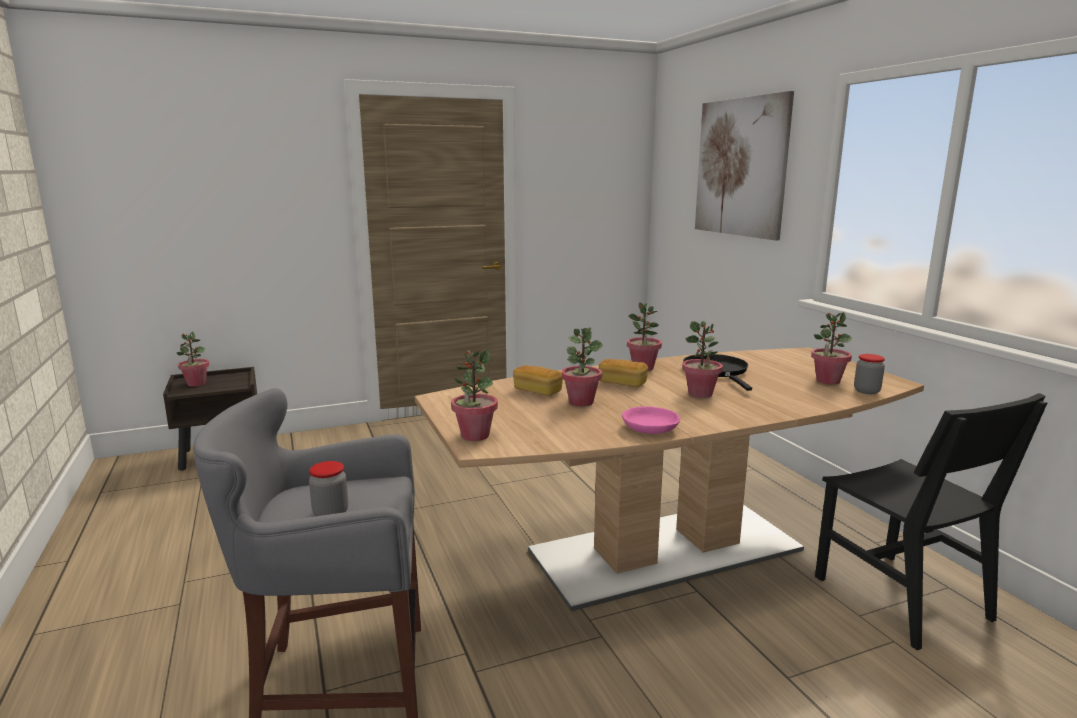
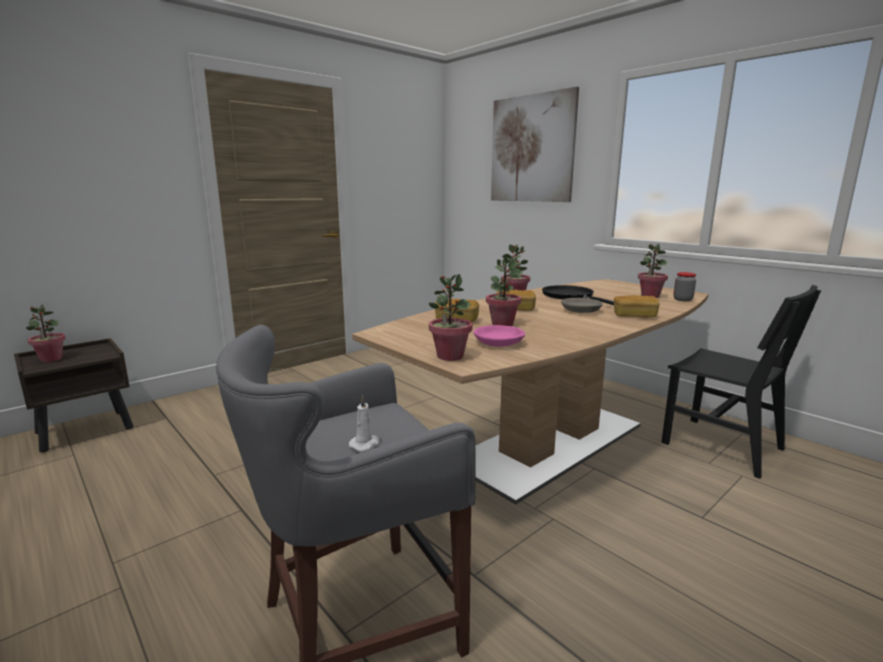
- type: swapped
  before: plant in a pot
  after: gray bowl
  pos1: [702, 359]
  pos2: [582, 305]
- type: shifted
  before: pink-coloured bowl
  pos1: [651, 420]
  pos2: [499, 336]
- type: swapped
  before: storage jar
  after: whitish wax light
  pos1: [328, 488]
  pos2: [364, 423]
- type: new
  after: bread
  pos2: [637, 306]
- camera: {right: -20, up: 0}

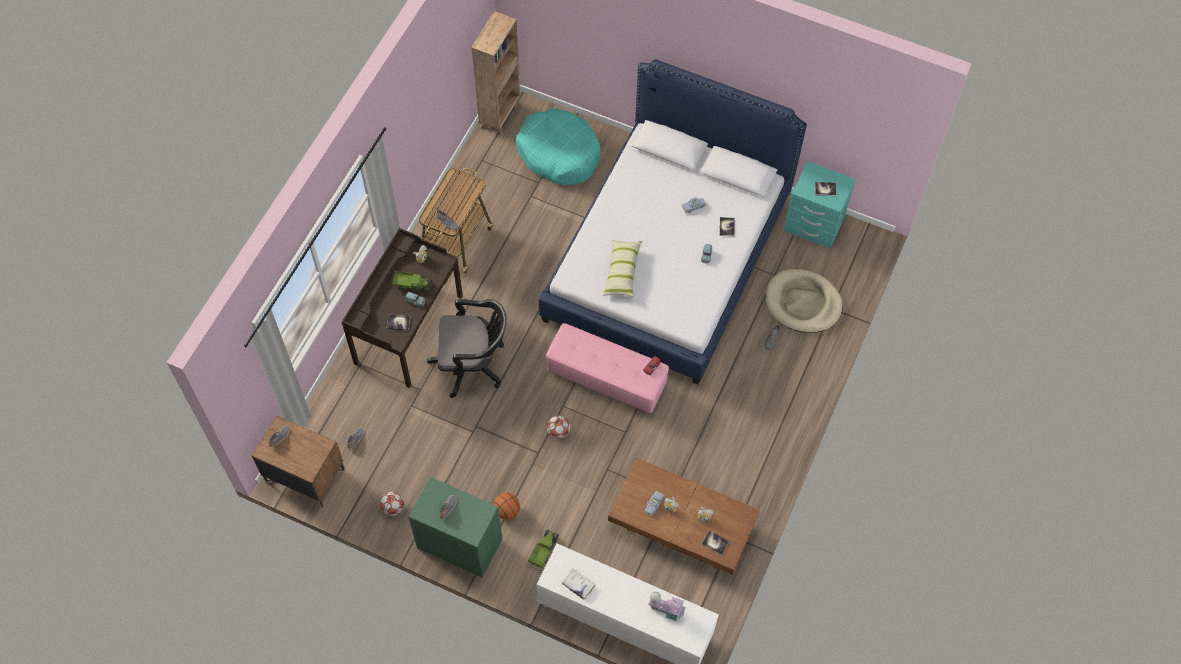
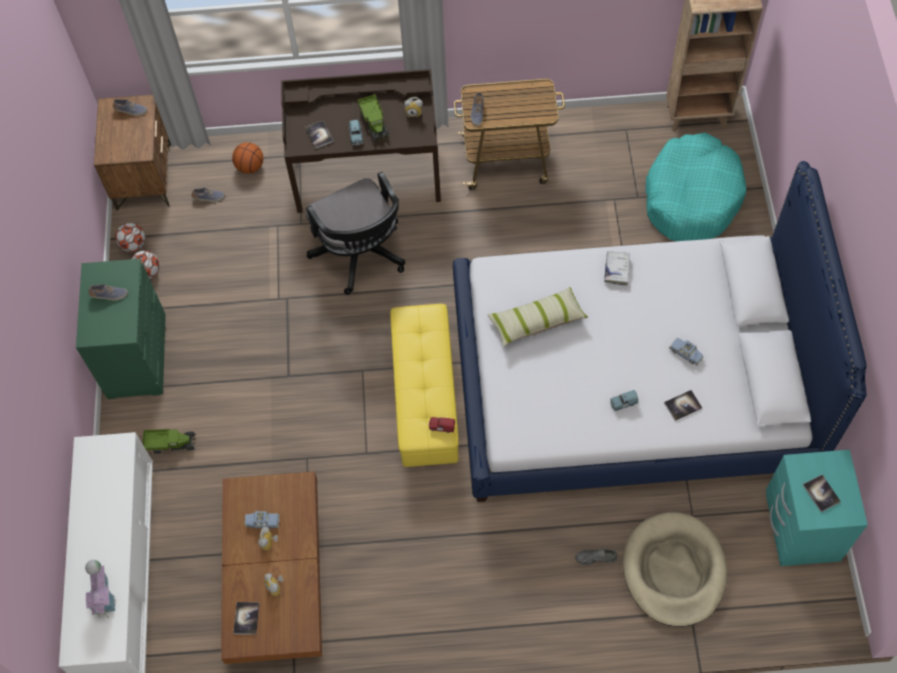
- type: repainted
  before: pink-coloured ottoman
  after: yellowish ottoman
  pos1: [607, 368]
  pos2: [424, 385]
- type: shifted
  before: ball for football
  pos1: [558, 427]
  pos2: [130, 237]
- type: shifted
  before: ball for basketball
  pos1: [506, 506]
  pos2: [247, 158]
- type: shifted
  before: whitish volume
  pos1: [578, 584]
  pos2: [617, 268]
- camera: {right: 65, up: 0}

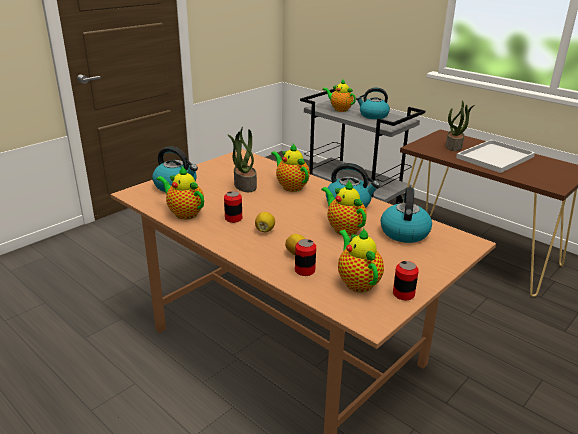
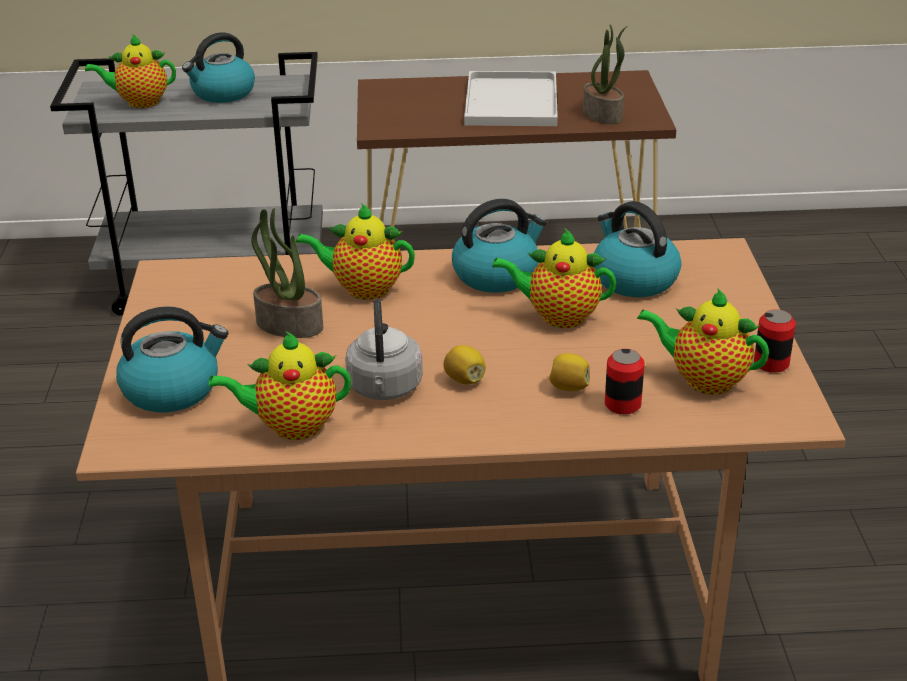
- type: shifted
  before: plant in a pot
  pos1: [460, 125]
  pos2: [605, 74]
- type: swapped
  before: can
  after: gray tea kettle
  pos1: [233, 207]
  pos2: [384, 349]
- camera: {right: -45, up: 5}

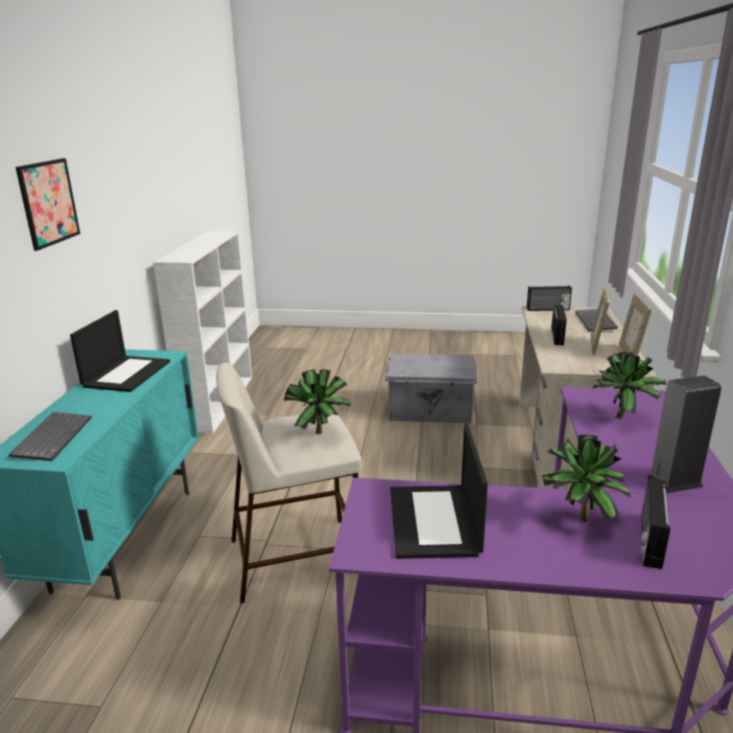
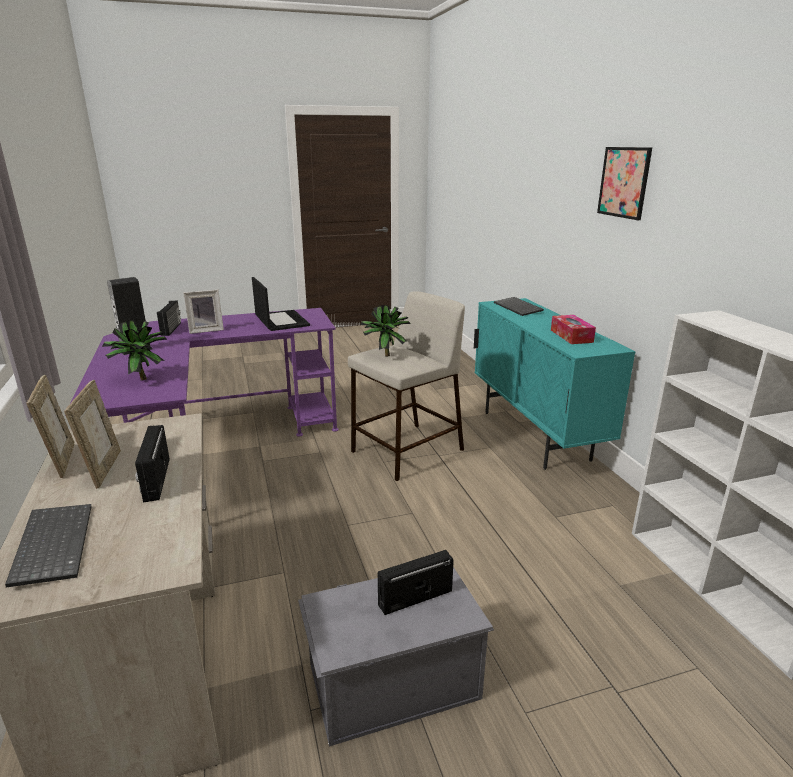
- type: shifted
  before: radio receiver
  pos1: [549, 298]
  pos2: [416, 582]
- type: swapped
  before: notebook computer
  after: tissue box
  pos1: [120, 351]
  pos2: [573, 329]
- type: swapped
  before: plant in a pot
  after: photo frame
  pos1: [586, 478]
  pos2: [203, 312]
- camera: {right: 155, up: 0}

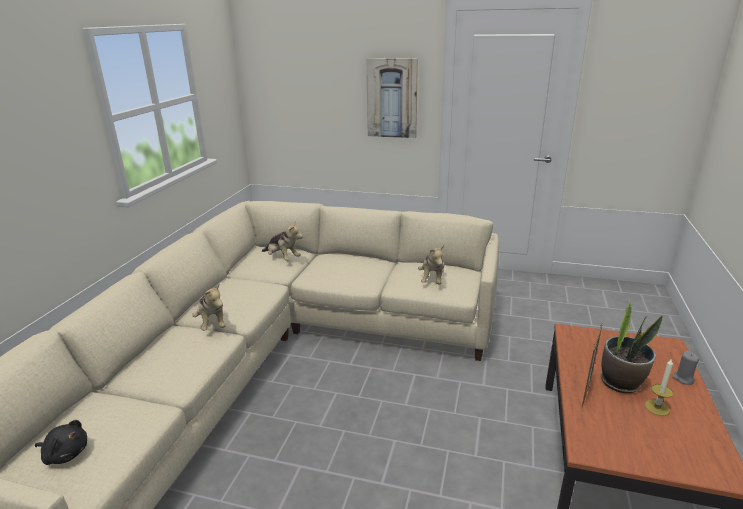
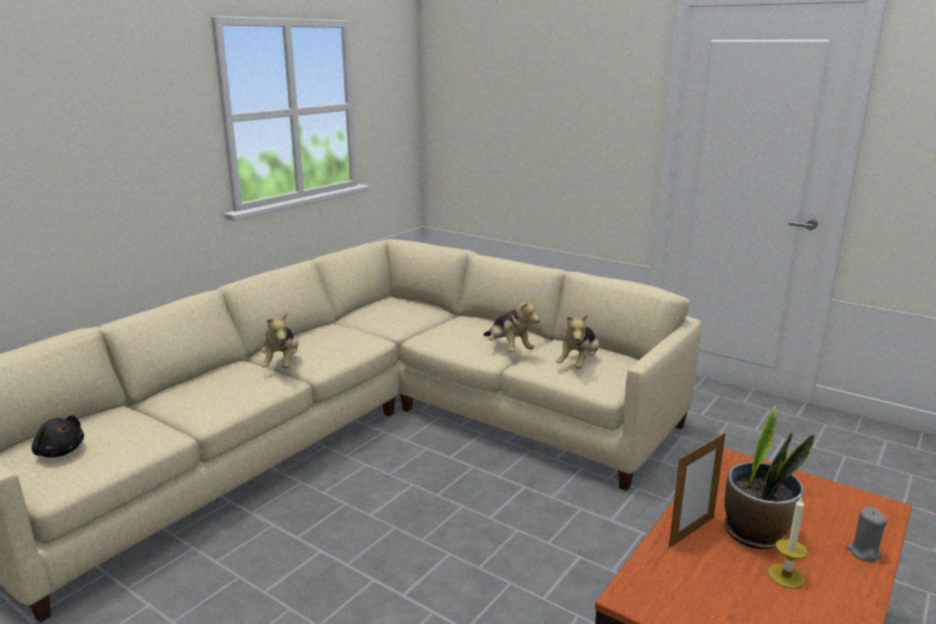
- type: gone
  before: wall art
  pos1: [392, 98]
- type: shifted
  before: plush toy
  pos1: [282, 241]
  pos2: [511, 324]
- camera: {right: 20, up: -5}

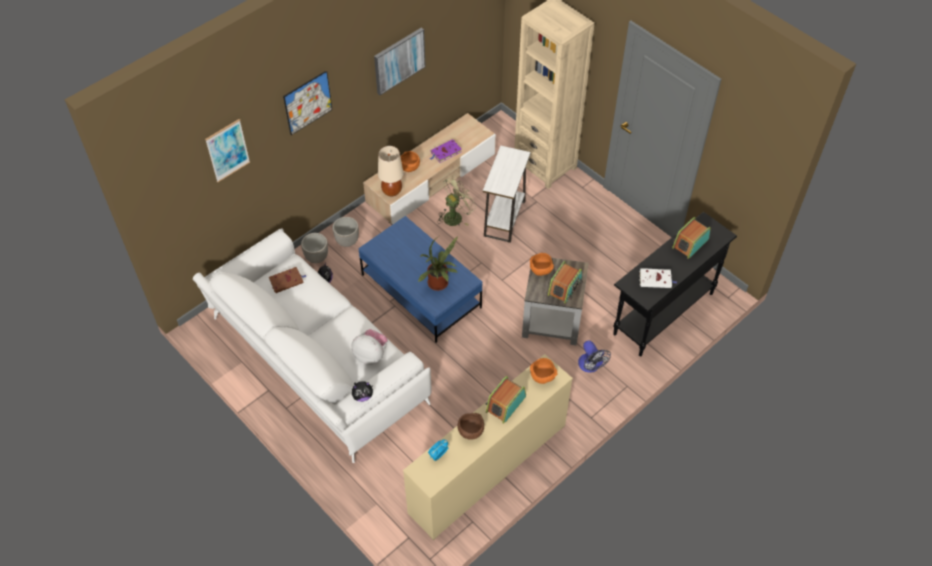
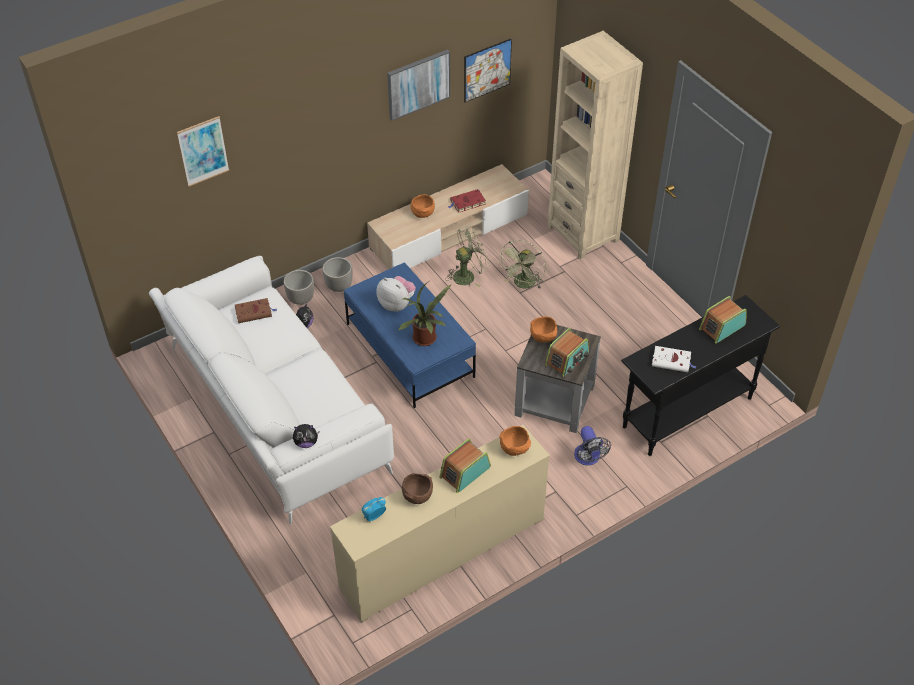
- type: shifted
  before: wall art
  pos1: [307, 103]
  pos2: [488, 70]
- type: repainted
  before: purplish volume
  after: red volume
  pos1: [446, 151]
  pos2: [467, 201]
- type: swapped
  before: whitish end table
  after: greenish fan
  pos1: [507, 194]
  pos2: [522, 264]
- type: gone
  before: sand-coloured tabletop lamp
  pos1: [390, 171]
- type: shifted
  before: plush toy
  pos1: [370, 347]
  pos2: [396, 294]
- camera: {right: 10, up: -5}

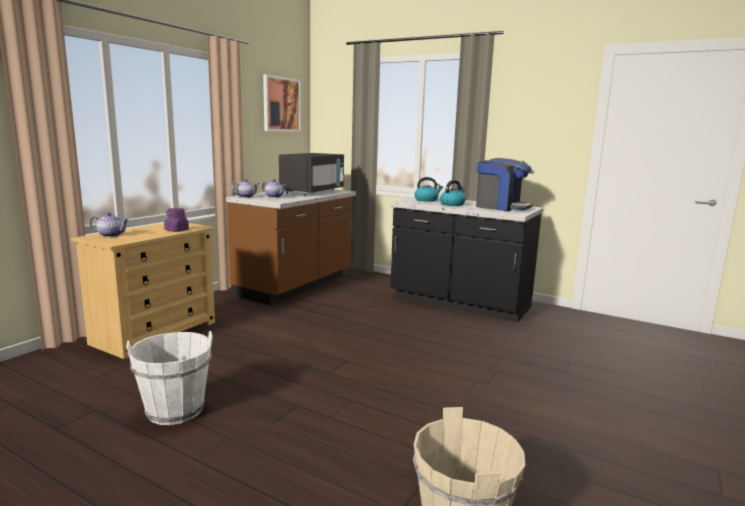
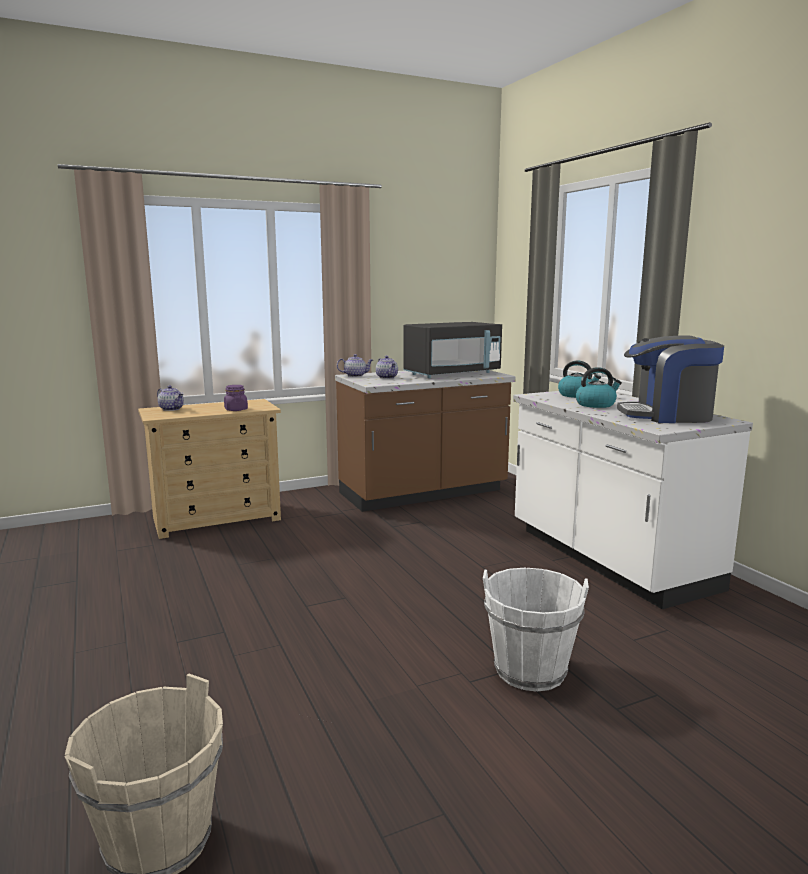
- type: gone
  before: wall art
  pos1: [282, 103]
- type: rotated
  before: coffee machine
  pos1: [505, 184]
  pos2: [670, 379]
  turn: 120
- type: repainted
  before: black-coloured kitchen counter
  after: whitish kitchen counter
  pos1: [466, 260]
  pos2: [633, 500]
- type: shifted
  before: whitish water bucket
  pos1: [169, 378]
  pos2: [536, 630]
- camera: {right: 35, up: 0}

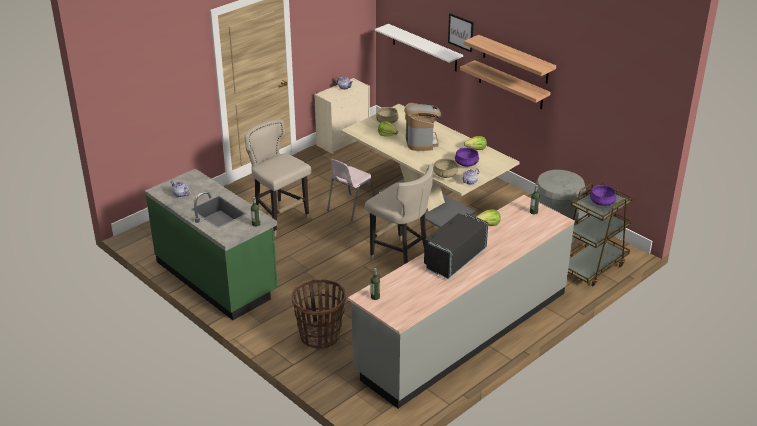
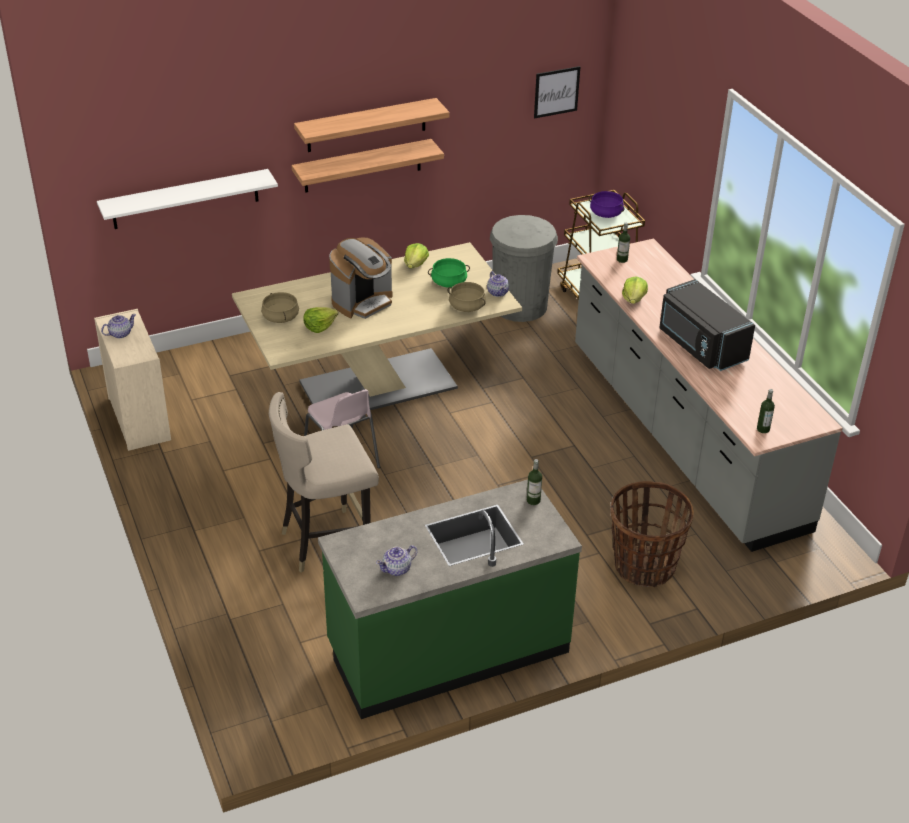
- type: shifted
  before: wall art
  pos1: [461, 32]
  pos2: [557, 92]
- type: rotated
  before: coffee machine
  pos1: [423, 127]
  pos2: [360, 278]
  turn: 120
- type: repainted
  before: purplish saucepot
  after: greenish saucepot
  pos1: [467, 157]
  pos2: [449, 273]
- type: gone
  before: sand-coloured stool seat
  pos1: [399, 214]
- camera: {right: -70, up: 5}

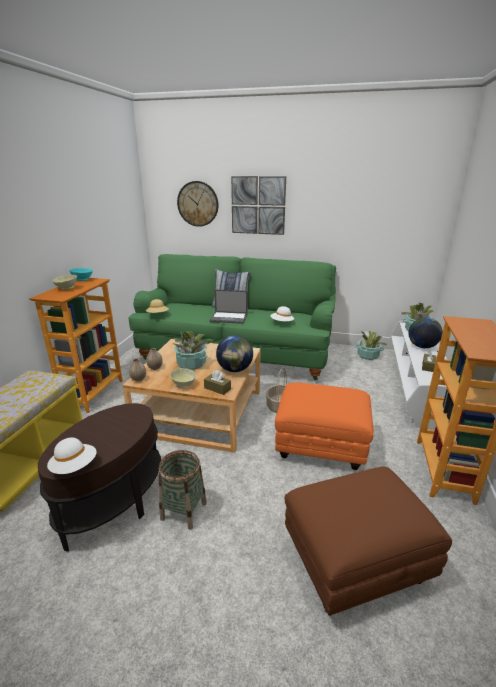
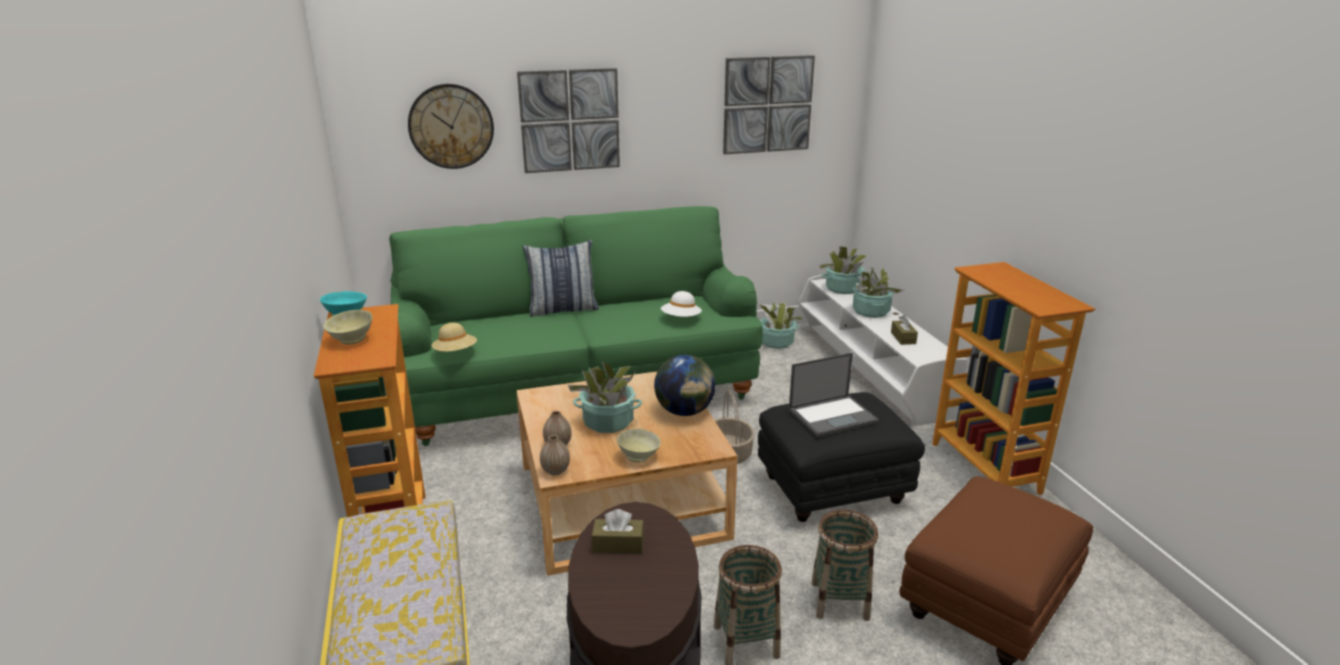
- type: shifted
  before: notebook computer
  pos1: [228, 307]
  pos2: [834, 395]
- type: swapped
  before: globe
  after: plant in a pot
  pos1: [425, 332]
  pos2: [878, 292]
- type: shifted
  before: brownish tissue box
  pos1: [217, 382]
  pos2: [618, 531]
- type: repainted
  before: orangey ottoman
  after: black-coloured ottoman
  pos1: [324, 426]
  pos2: [841, 457]
- type: gone
  before: whitish wearable hat
  pos1: [72, 456]
- type: new
  after: wall art
  pos2: [769, 104]
- type: new
  after: household basket
  pos2: [844, 565]
- camera: {right: -30, up: 0}

